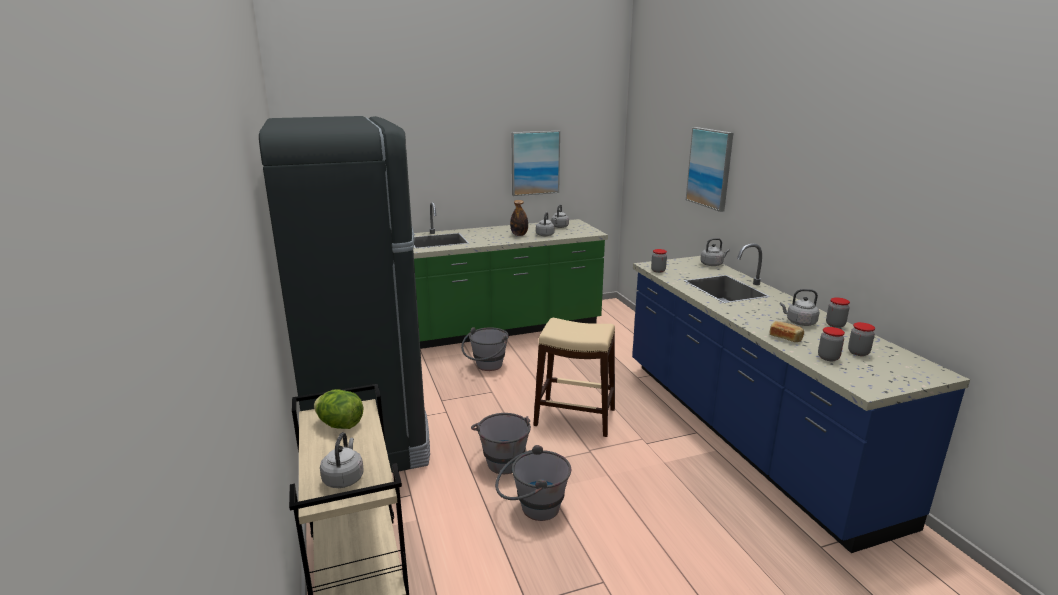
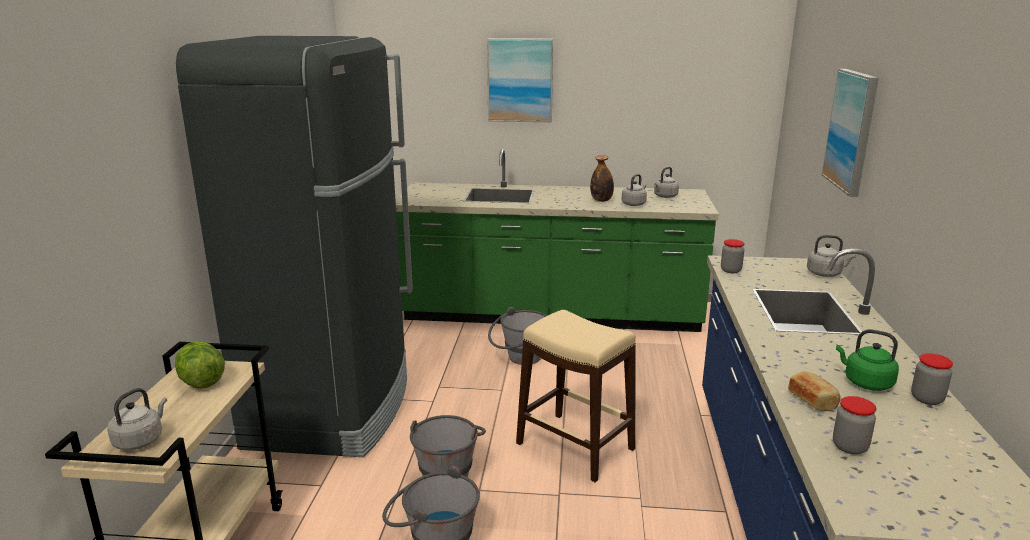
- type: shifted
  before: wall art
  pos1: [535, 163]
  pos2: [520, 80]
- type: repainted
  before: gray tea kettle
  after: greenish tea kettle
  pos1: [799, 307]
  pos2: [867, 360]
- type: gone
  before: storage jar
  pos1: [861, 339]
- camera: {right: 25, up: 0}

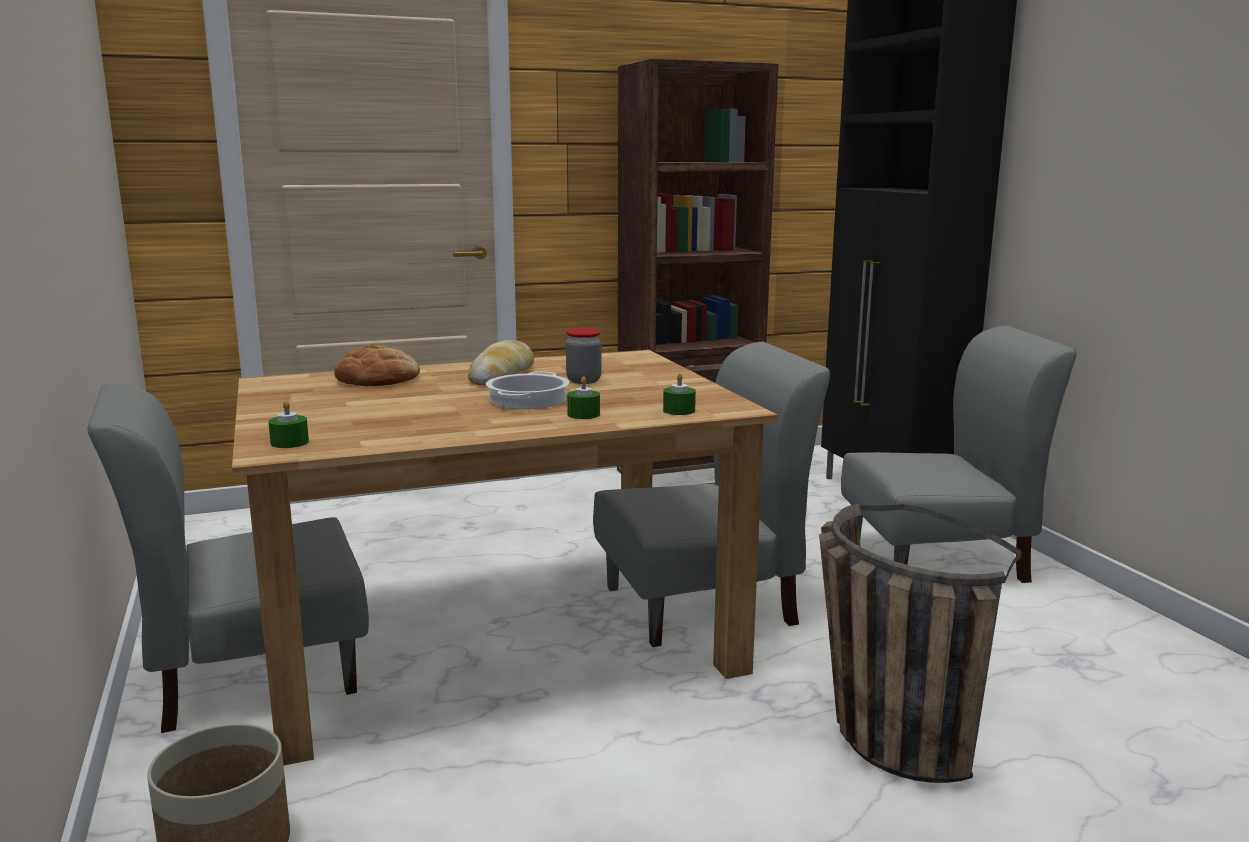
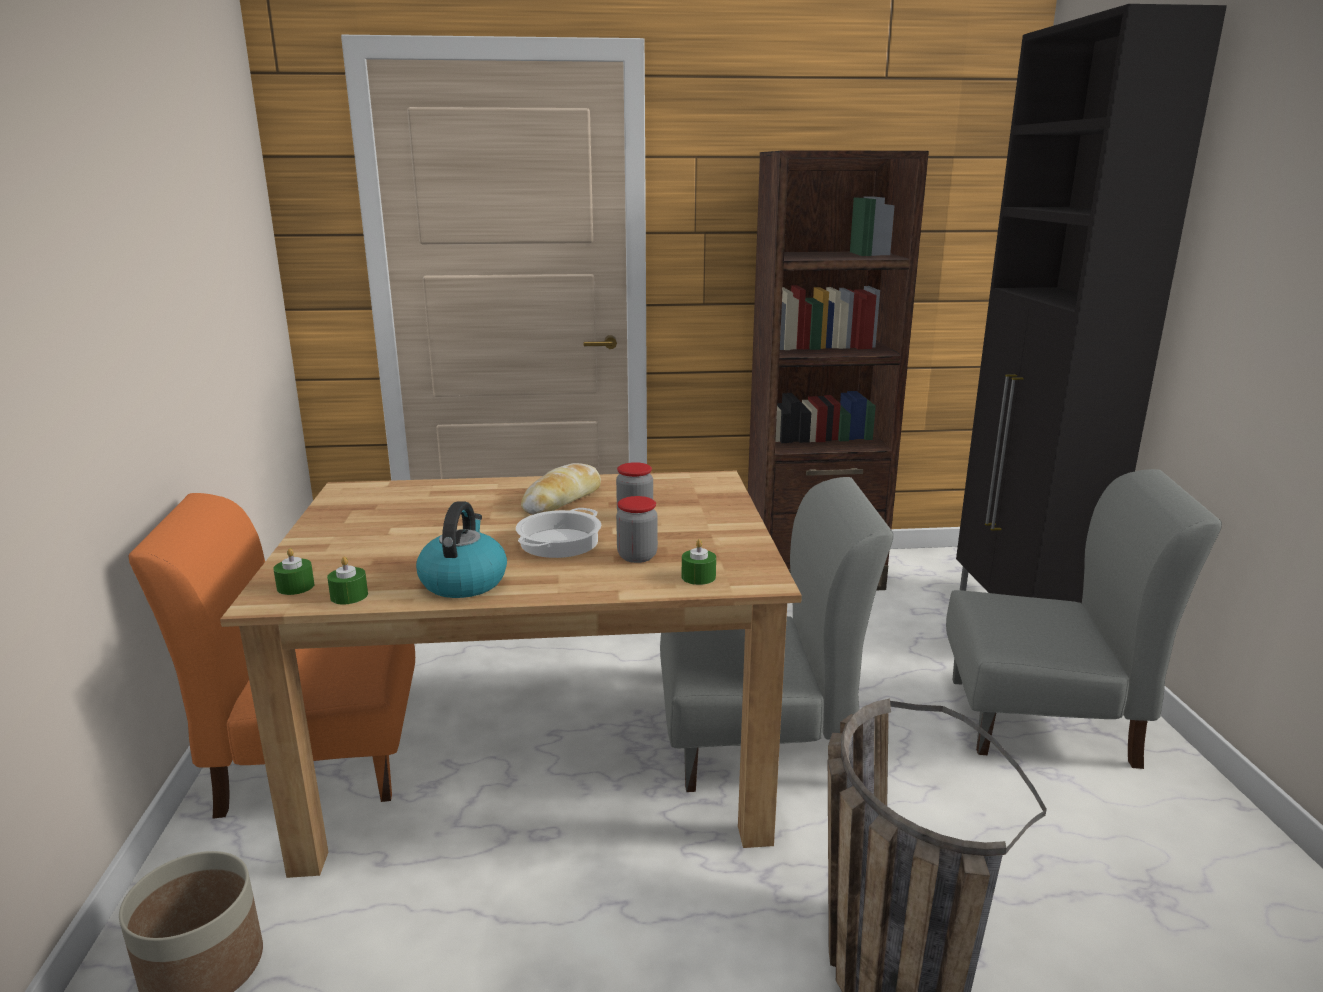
- type: gone
  before: bread
  pos1: [377, 365]
- type: shifted
  before: greenish wax light
  pos1: [583, 397]
  pos2: [347, 580]
- type: repainted
  before: gray upright chair
  after: orangey upright chair
  pos1: [228, 558]
  pos2: [272, 656]
- type: new
  after: storage jar
  pos2: [637, 529]
- type: new
  after: tea kettle
  pos2: [461, 549]
- camera: {right: 15, up: 5}

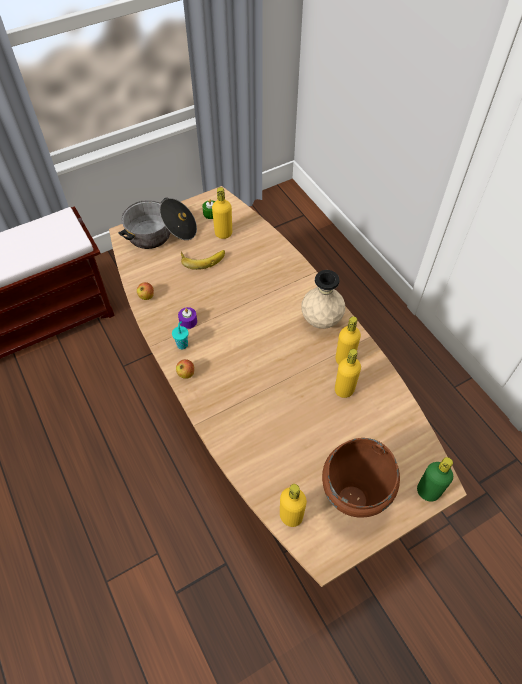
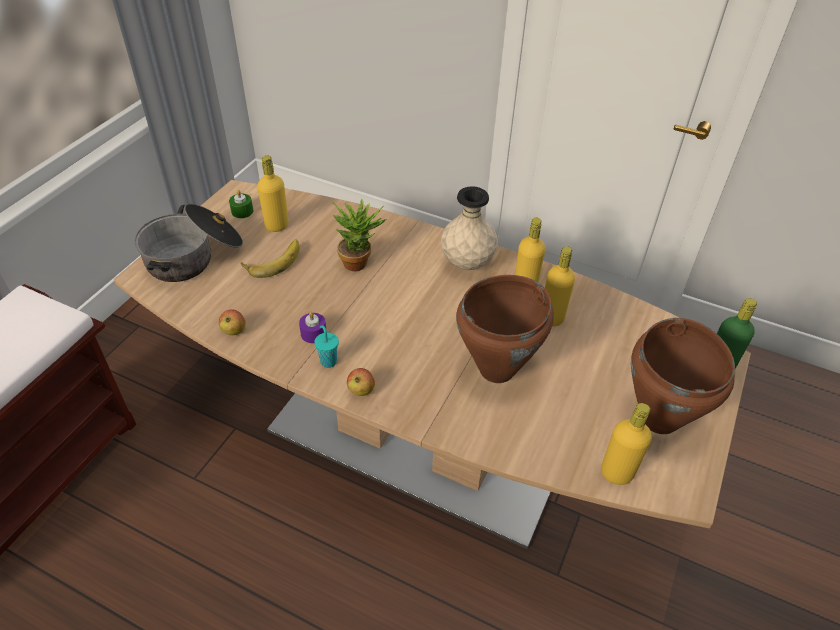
- type: new
  after: plant in a pot
  pos2: [358, 235]
- type: new
  after: brownish saucepot
  pos2: [505, 329]
- camera: {right: -35, up: -10}

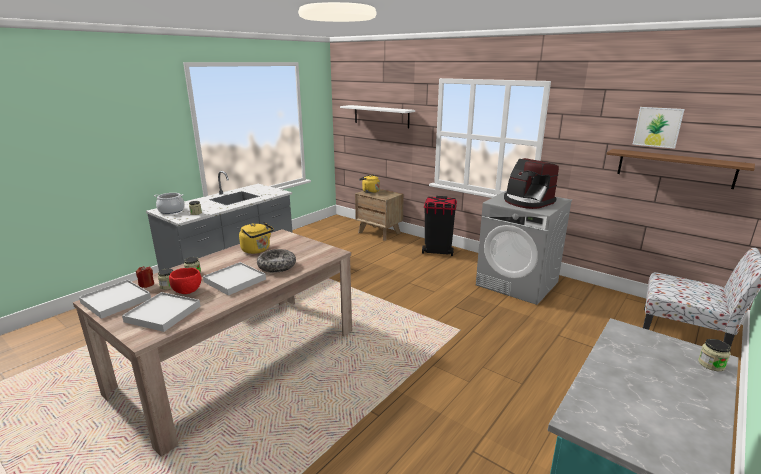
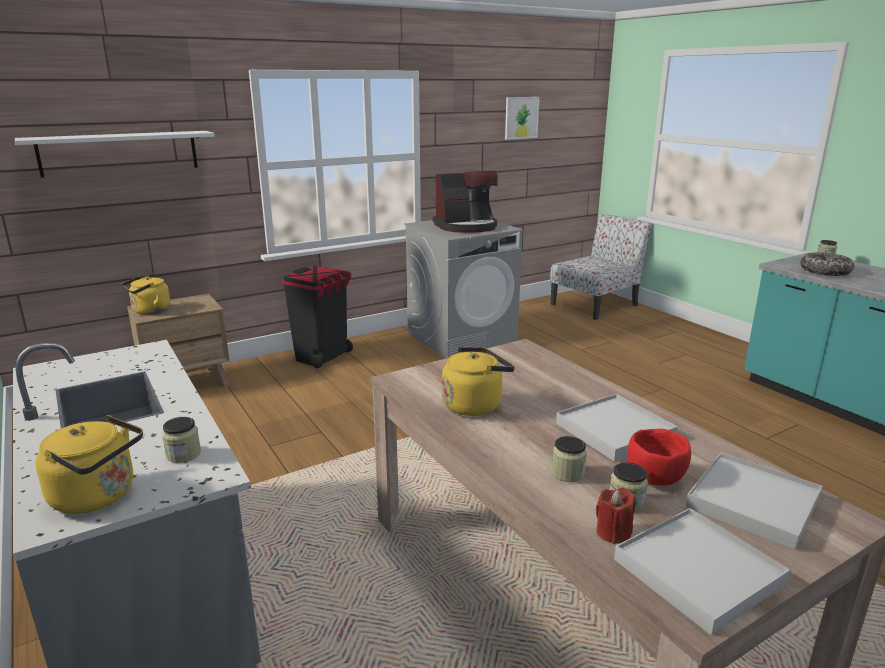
- type: gone
  before: brownish wall shelf
  pos1: [680, 169]
- type: swapped
  before: saucepot
  after: yellowish tea kettle
  pos1: [169, 203]
  pos2: [89, 464]
- type: shifted
  before: bowl
  pos1: [276, 261]
  pos2: [827, 264]
- camera: {right: -70, up: 0}

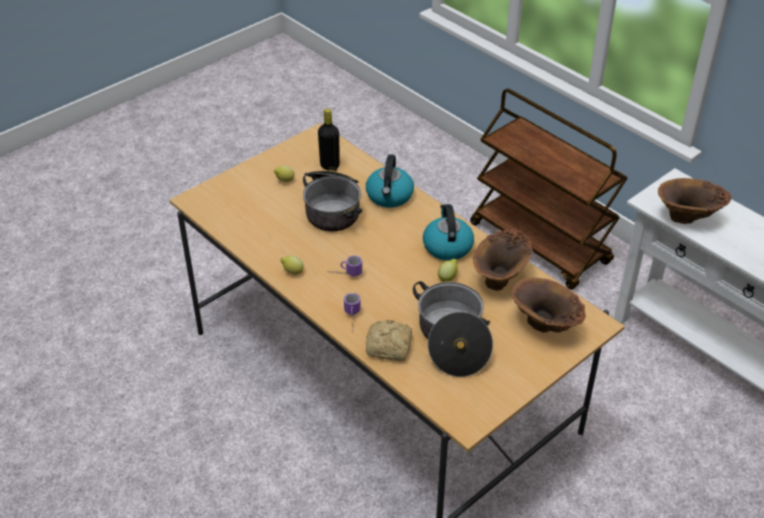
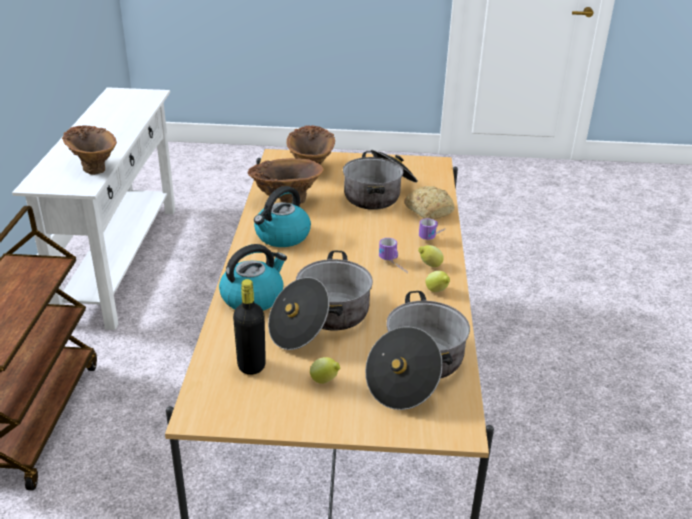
- type: shifted
  before: citrus fruit
  pos1: [448, 271]
  pos2: [431, 256]
- type: new
  after: saucepot
  pos2: [417, 350]
- camera: {right: -135, up: -10}

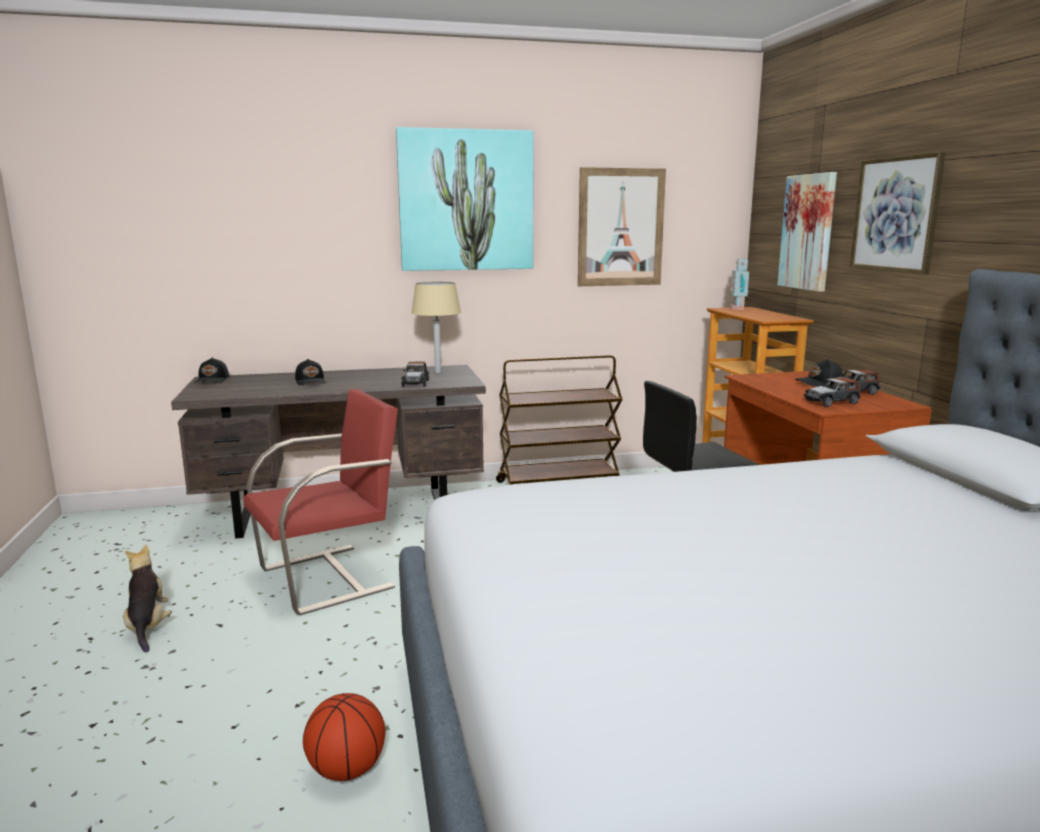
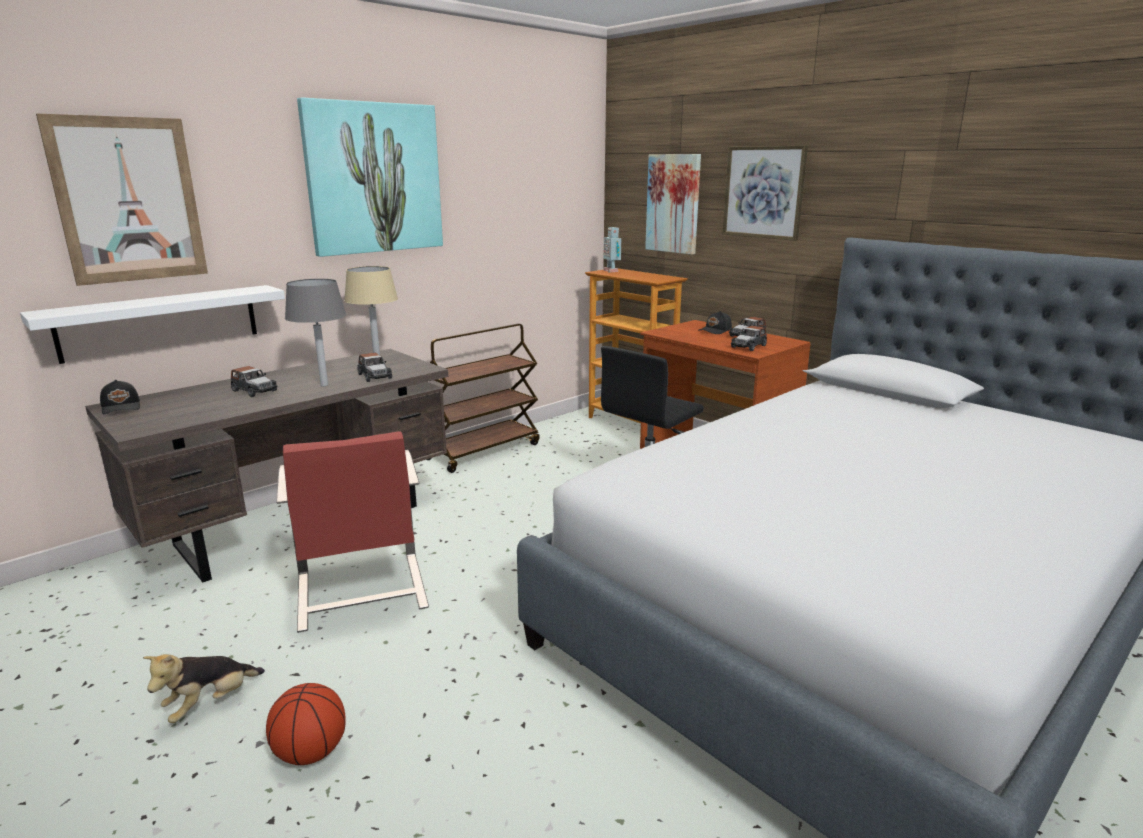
- type: shifted
  before: wall art
  pos1: [622, 226]
  pos2: [122, 200]
- type: swapped
  before: black-coloured peaked cap
  after: toy car
  pos1: [310, 372]
  pos2: [254, 381]
- type: rotated
  before: red upright chair
  pos1: [320, 502]
  pos2: [352, 532]
  turn: 135
- type: rotated
  before: plush toy
  pos1: [147, 599]
  pos2: [204, 688]
  turn: -90
- type: shifted
  before: ball for basketball
  pos1: [344, 737]
  pos2: [306, 724]
- type: new
  after: gray tabletop lamp
  pos2: [315, 332]
- type: new
  after: whitish wall shelf
  pos2: [152, 324]
- camera: {right: -30, up: 5}

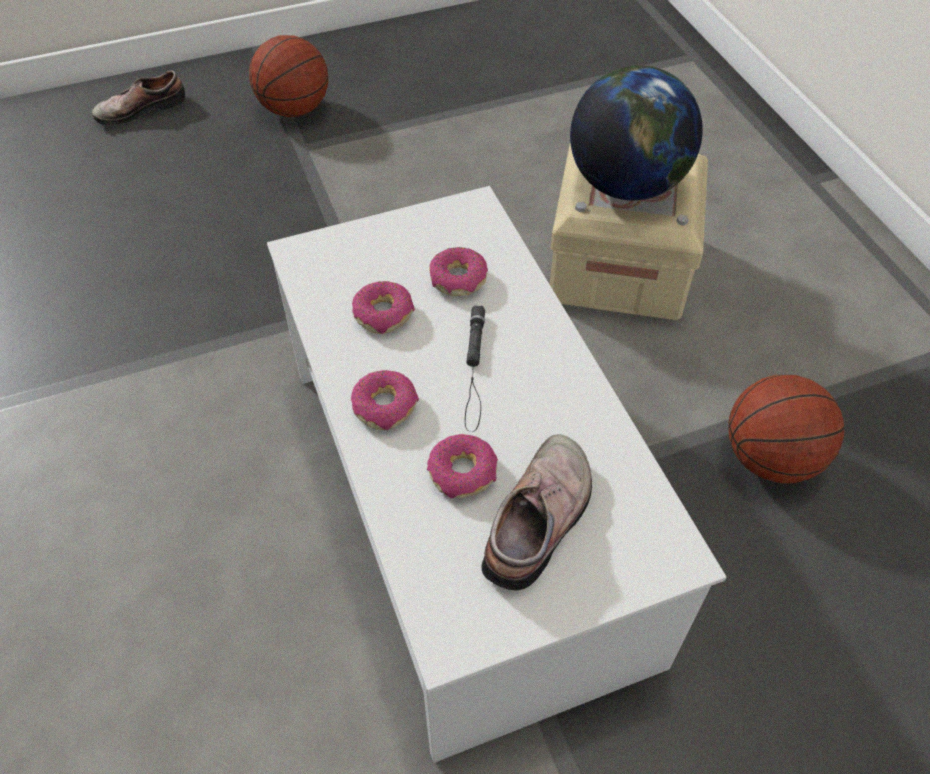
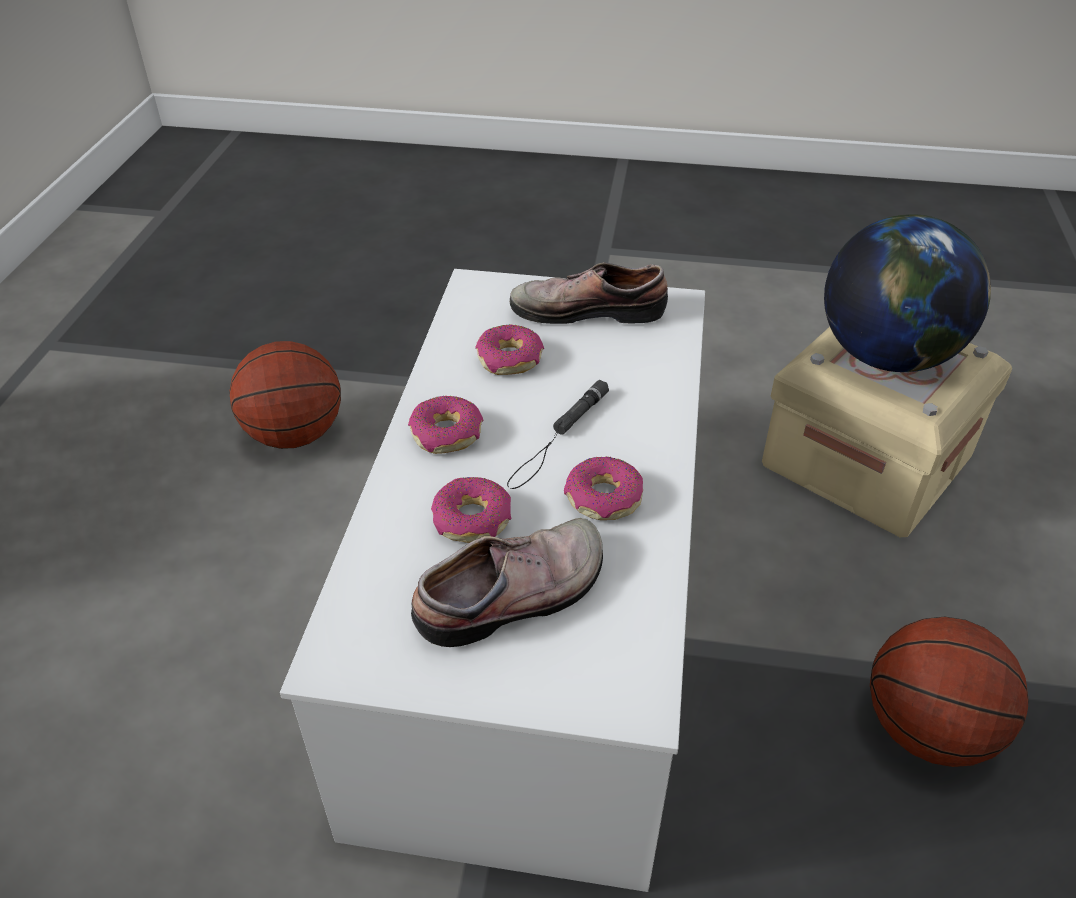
- type: shifted
  before: ball for basketball
  pos1: [288, 76]
  pos2: [285, 395]
- type: shifted
  before: item of footwear
  pos1: [138, 98]
  pos2: [589, 293]
- type: shifted
  before: donut
  pos1: [458, 271]
  pos2: [603, 488]
- camera: {right: 30, up: -10}

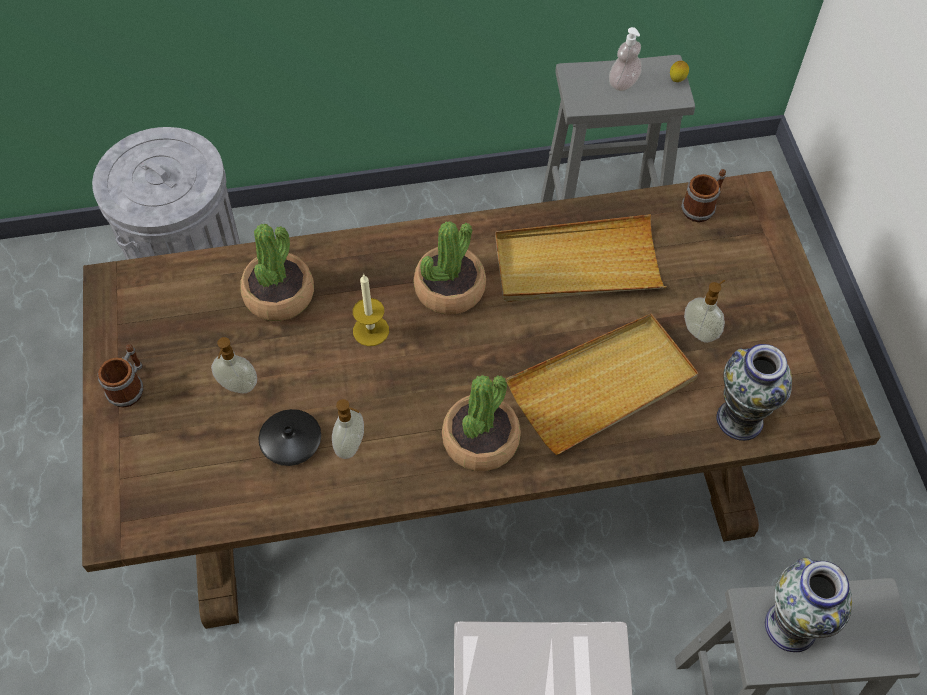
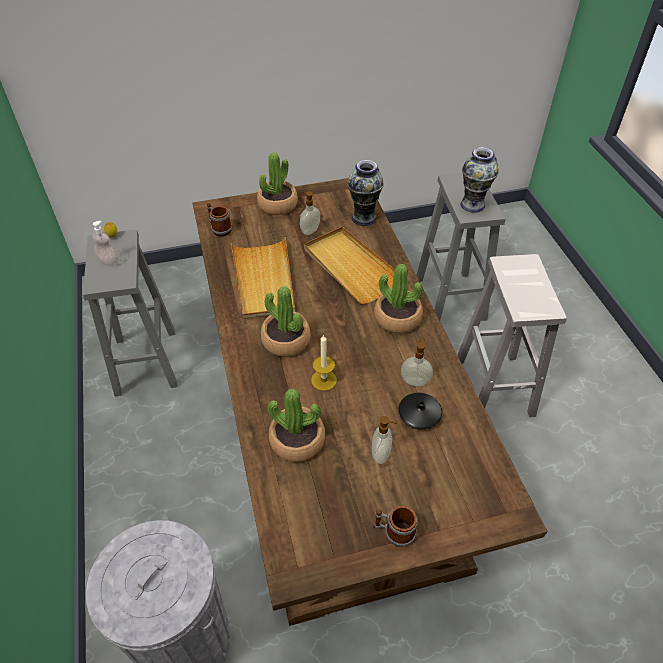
- type: new
  after: plant in a pot
  pos2: [277, 183]
- camera: {right: -95, up: -10}

